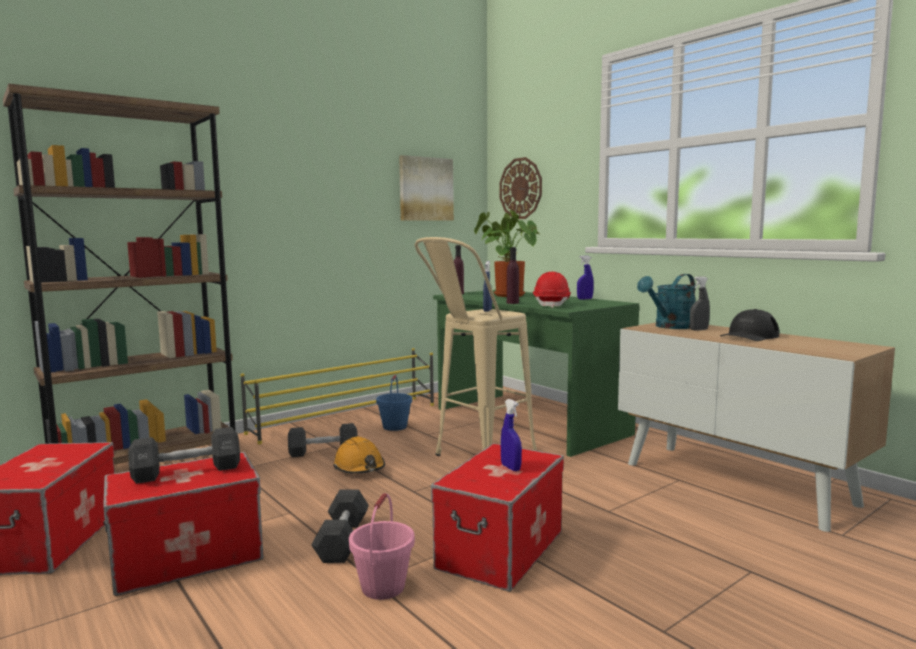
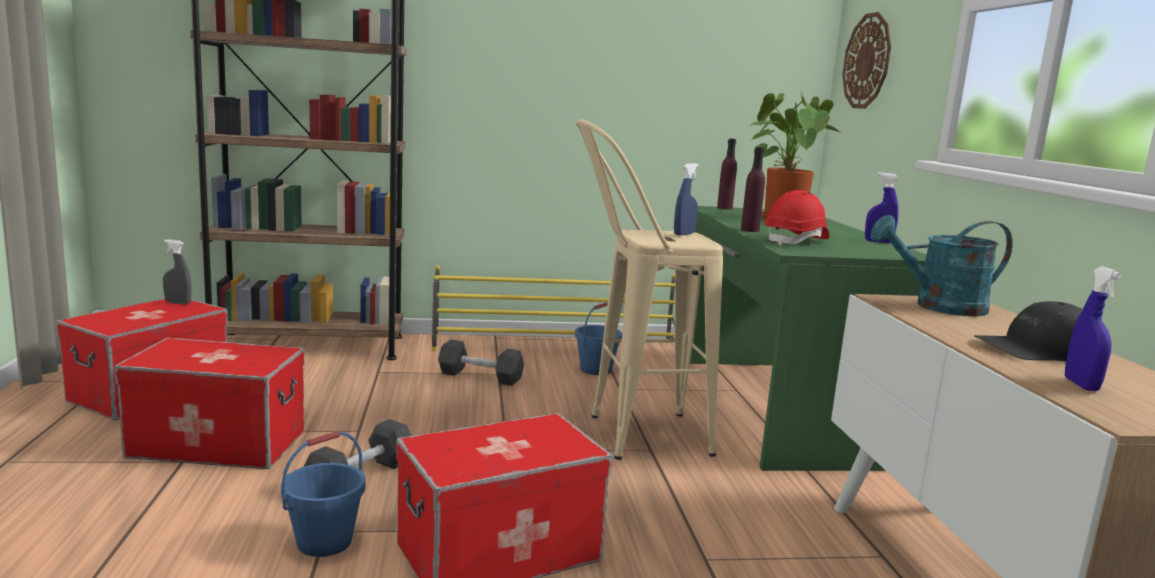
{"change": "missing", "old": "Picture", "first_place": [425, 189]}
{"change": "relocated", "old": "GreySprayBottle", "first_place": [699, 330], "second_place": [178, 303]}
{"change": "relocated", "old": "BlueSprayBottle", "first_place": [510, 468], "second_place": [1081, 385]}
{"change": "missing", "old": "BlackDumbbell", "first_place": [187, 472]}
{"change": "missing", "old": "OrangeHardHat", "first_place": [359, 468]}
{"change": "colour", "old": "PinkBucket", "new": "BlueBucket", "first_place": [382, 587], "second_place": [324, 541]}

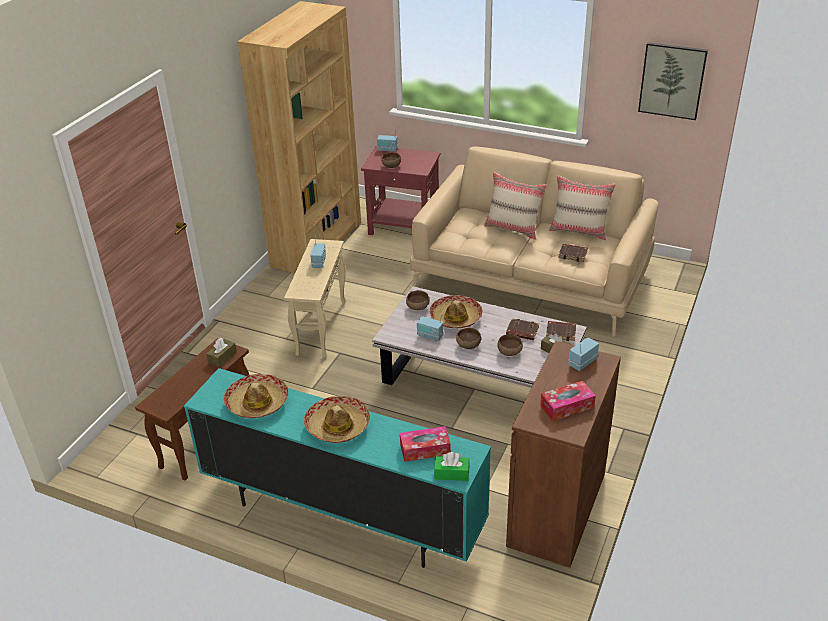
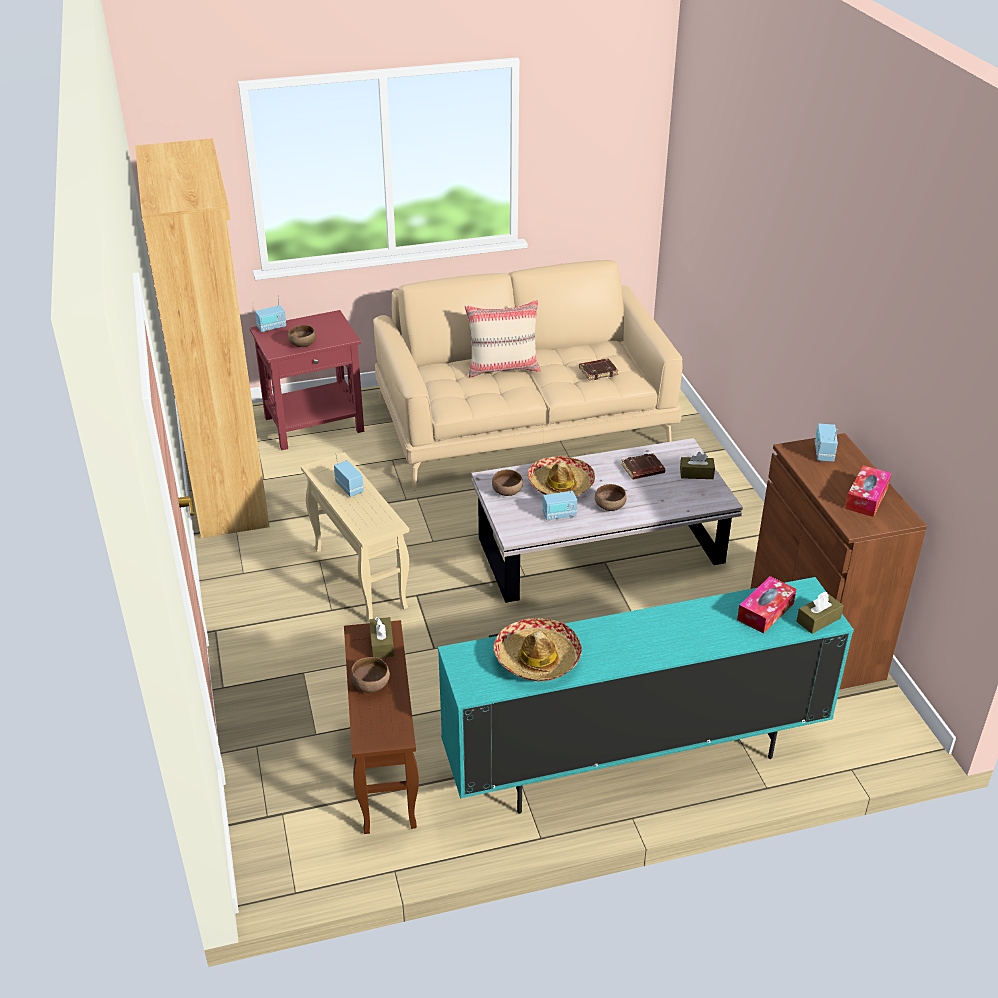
{"change": "missing", "old": "Picture", "first_place": [672, 80]}
{"change": "missing", "old": "BeigePillow", "first_place": [579, 230]}
{"change": "missing", "old": "BrownBook", "first_place": [561, 333]}
{"change": "relocated", "old": "BrownBowl", "first_place": [510, 352], "second_place": [371, 684]}
{"change": "missing", "old": "Hat", "first_place": [337, 426]}
{"change": "colour", "old": "GreenTissueBox", "new": "BrownTissueBox", "first_place": [451, 473], "second_place": [818, 620]}

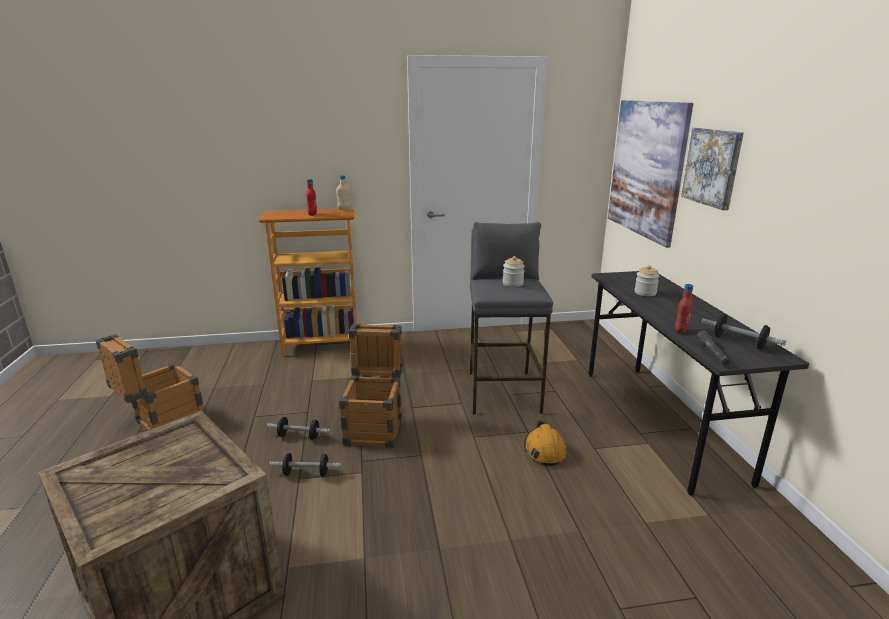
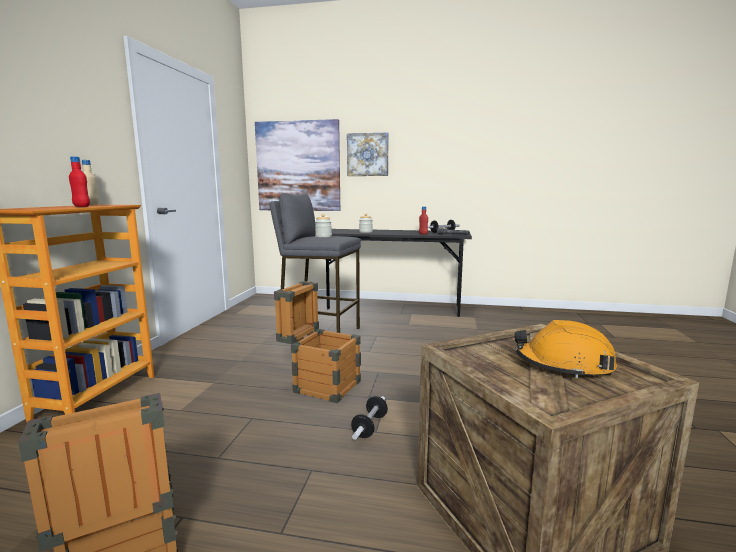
{"change": "missing", "old": "Dumbbell", "first_place": [299, 436]}
{"change": "relocated", "old": "OrangeHardHat", "first_place": [544, 450], "second_place": [563, 365]}

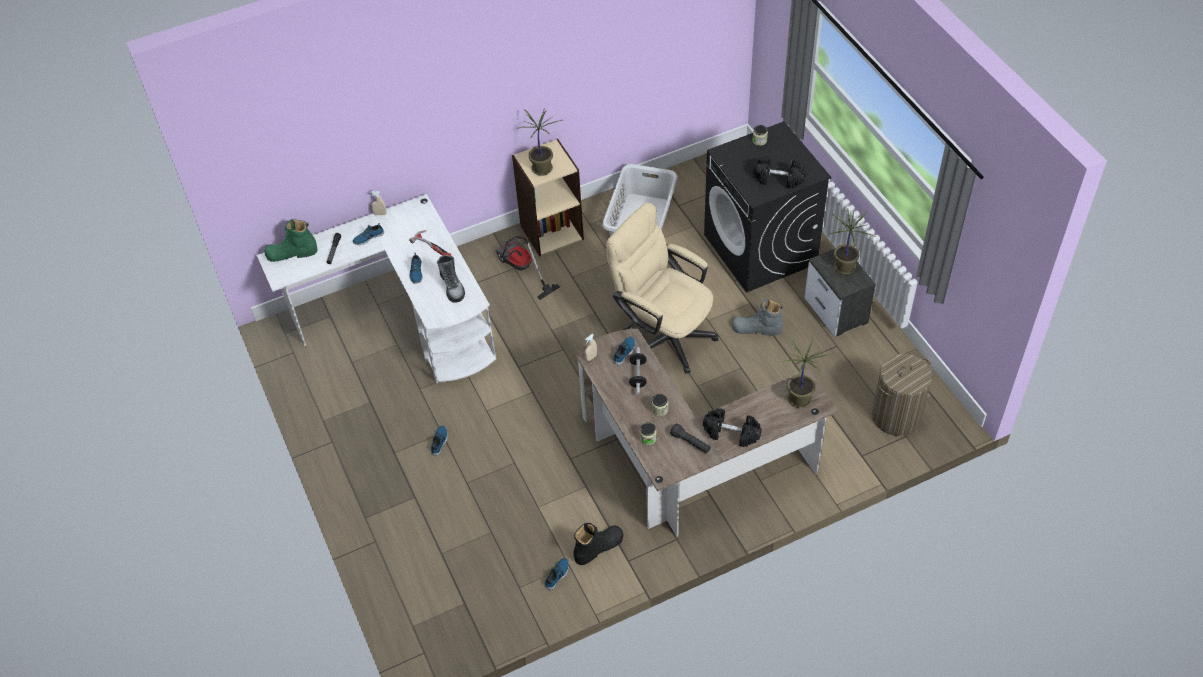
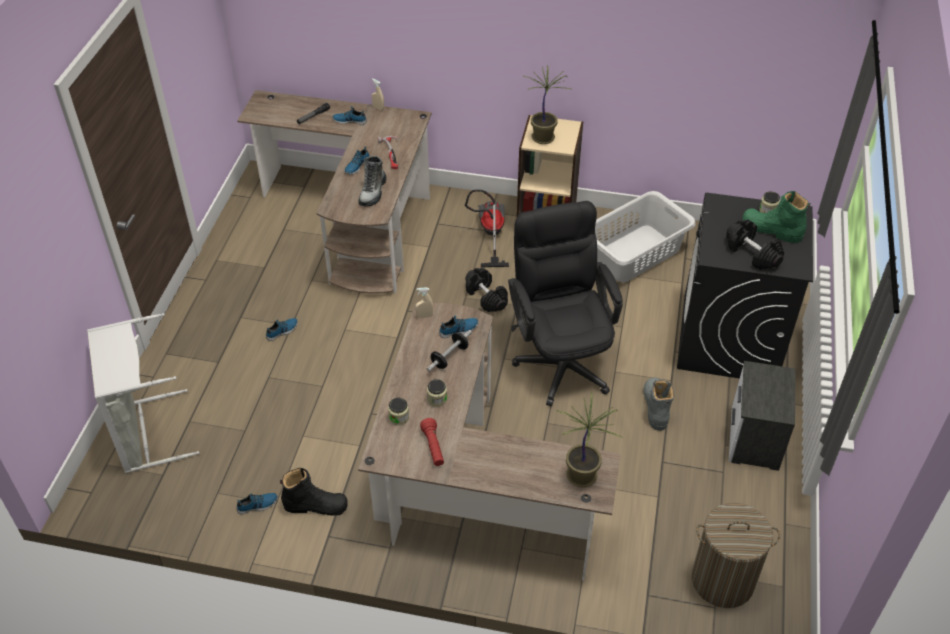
{"change": "colour", "old": "WhiteDesk", "new": "BrownDesk", "first_place": [404, 317], "second_place": [357, 219]}
{"change": "colour", "old": "BeigeOfficeChair", "new": "BlackOfficeChair", "first_place": [663, 334], "second_place": [560, 358]}
{"change": "missing", "old": "PottedPlant", "first_place": [845, 268]}
{"change": "relocated", "old": "GreenBoot", "first_place": [291, 253], "second_place": [771, 230]}
{"change": "spun", "old": "GreyBoot", "first_place": [756, 328], "second_place": [655, 407], "degrees": 45}
{"change": "relocated", "old": "BlackDumbbell", "first_place": [731, 433], "second_place": [486, 297]}
{"change": "colour", "old": "BlackFlashlight", "new": "RedFlashlight", "first_place": [690, 443], "second_place": [433, 447]}
{"change": "appeared", "new": "GreyLaundryBasket", "second_place": [145, 434]}

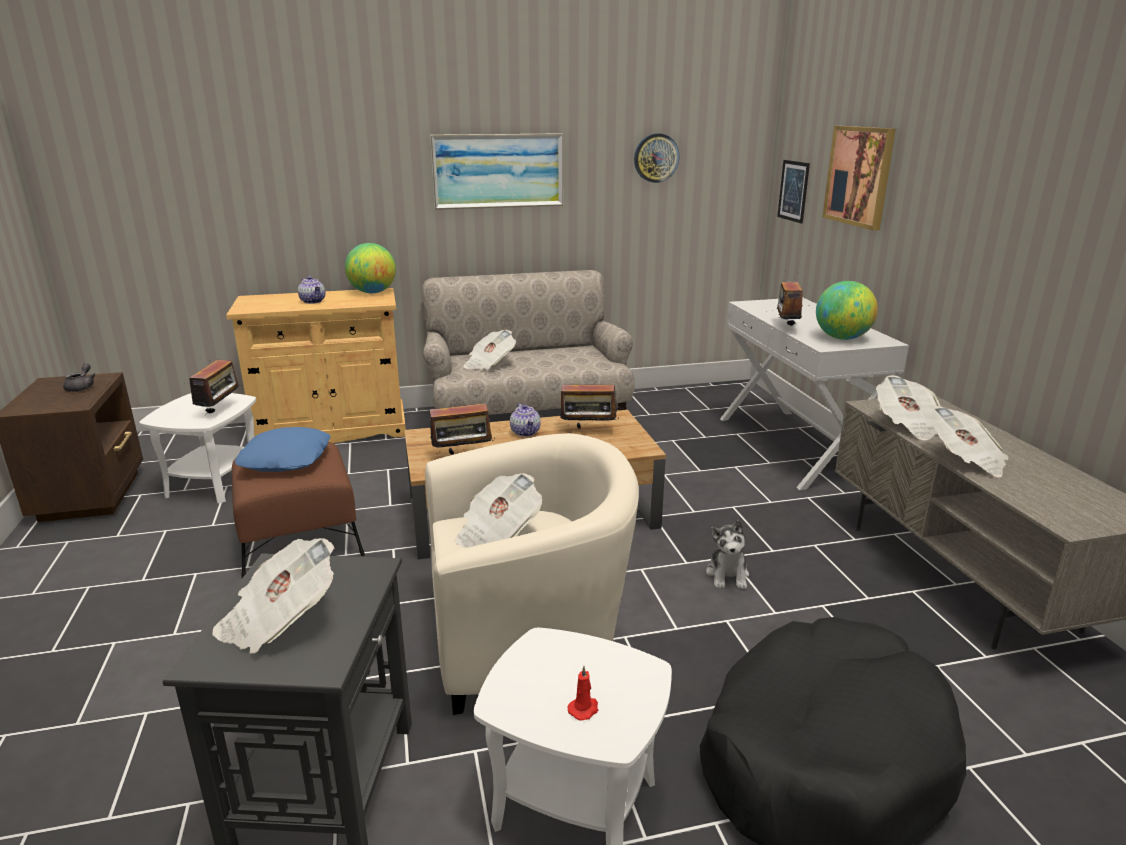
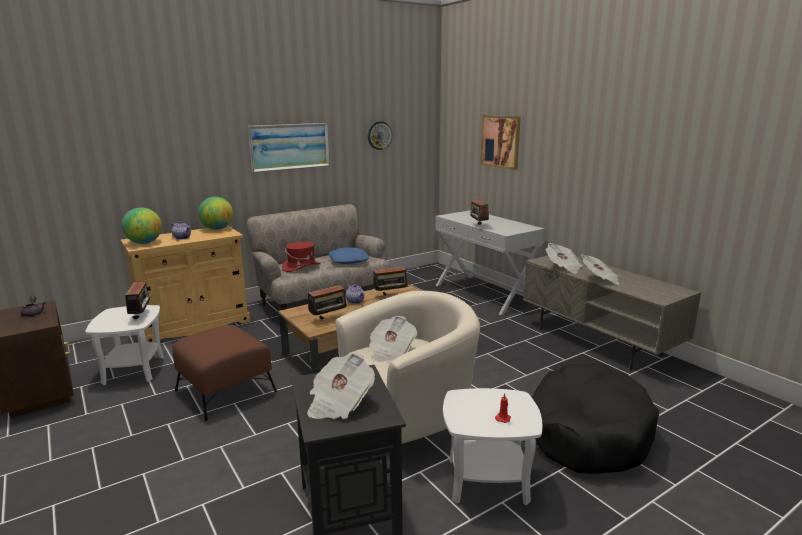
{"change": "missing", "old": "Picture", "first_place": [793, 191]}
{"change": "relocated", "old": "Globe", "first_place": [842, 338], "second_place": [144, 243]}
{"change": "exchanged", "old": "Newspaper", "new": "RedHat", "first_place": [489, 364], "second_place": [301, 267]}
{"change": "relocated", "old": "BluePillow", "first_place": [286, 459], "second_place": [349, 260]}
{"change": "missing", "old": "PlushToy", "first_place": [727, 575]}

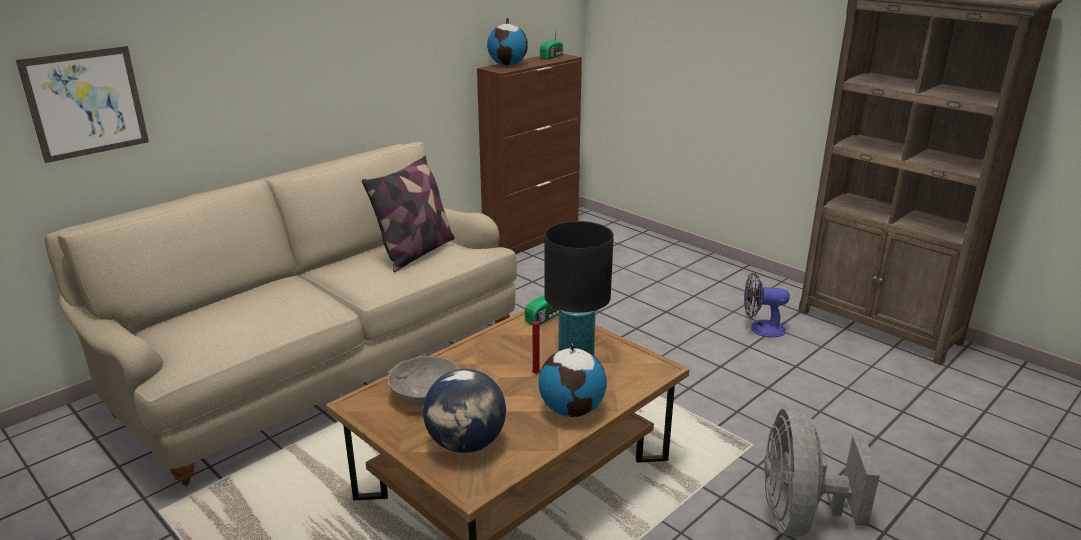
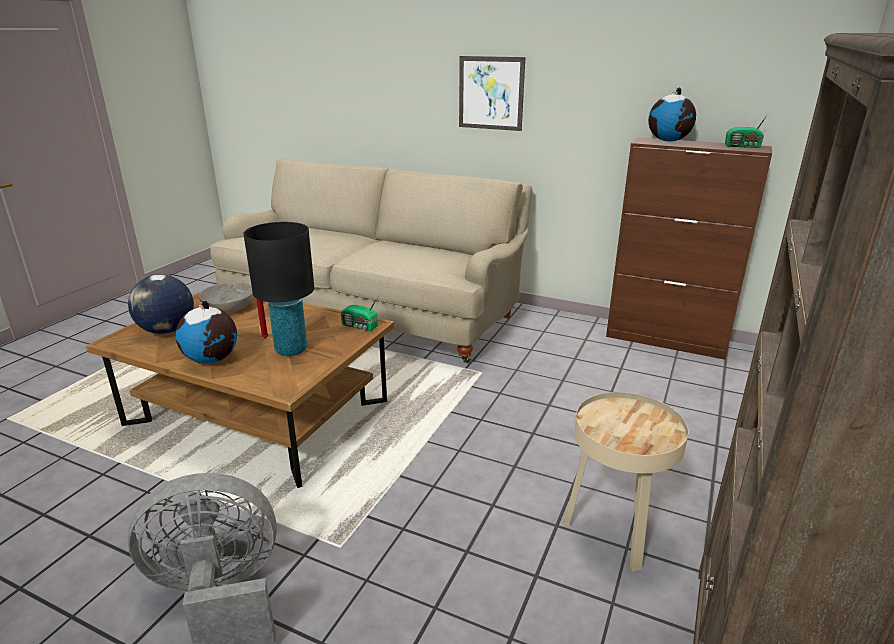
{"change": "relocated", "old": "Picture", "first_place": [86, 103], "second_place": [491, 93]}
{"change": "missing", "old": "Pillow", "first_place": [415, 252]}
{"change": "exchanged", "old": "Fan", "new": "BeigeSideTable", "first_place": [761, 328], "second_place": [613, 532]}

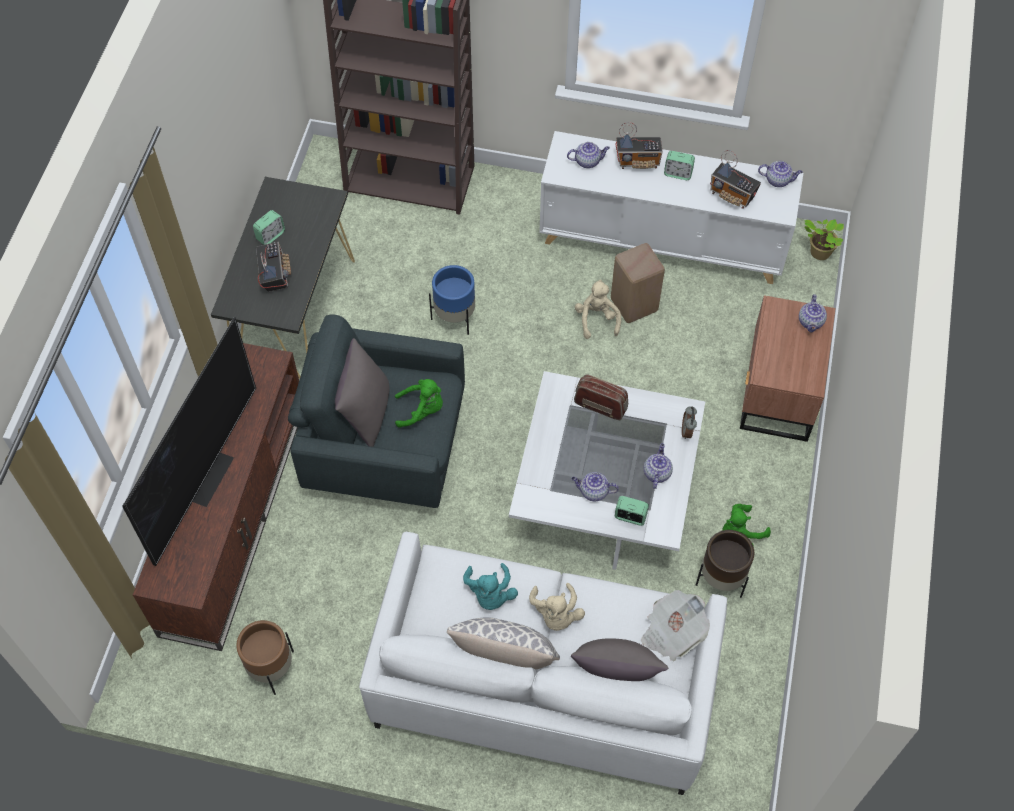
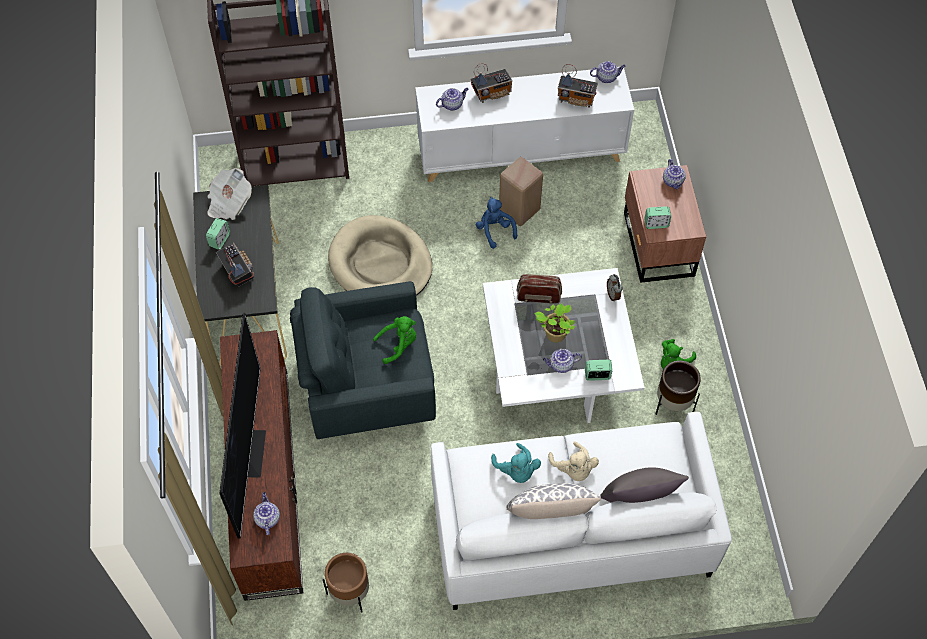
{"change": "relocated", "old": "AlarmClock", "first_place": [678, 173], "second_place": [656, 224]}
{"change": "relocated", "old": "PottedPlant", "first_place": [818, 252], "second_place": [554, 335]}
{"change": "exchanged", "old": "BluePlanter", "new": "BeigeDogBed", "first_place": [455, 318], "second_place": [380, 264]}
{"change": "colour", "old": "BeigePlushToy", "new": "BluePlushToy", "first_place": [597, 319], "second_place": [495, 230]}
{"change": "missing", "old": "GreyPillow", "first_place": [366, 414]}
{"change": "relocated", "old": "Teapot", "first_place": [656, 472], "second_place": [267, 518]}
{"change": "relocated", "old": "Newspaper", "first_place": [672, 632], "second_place": [229, 202]}

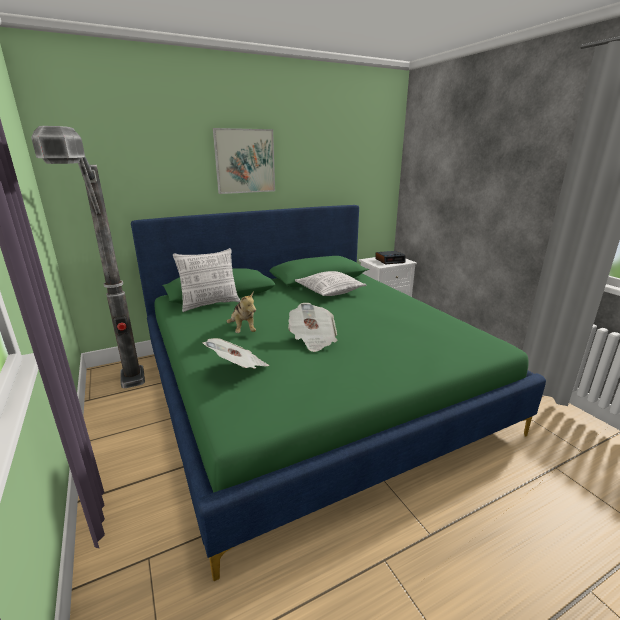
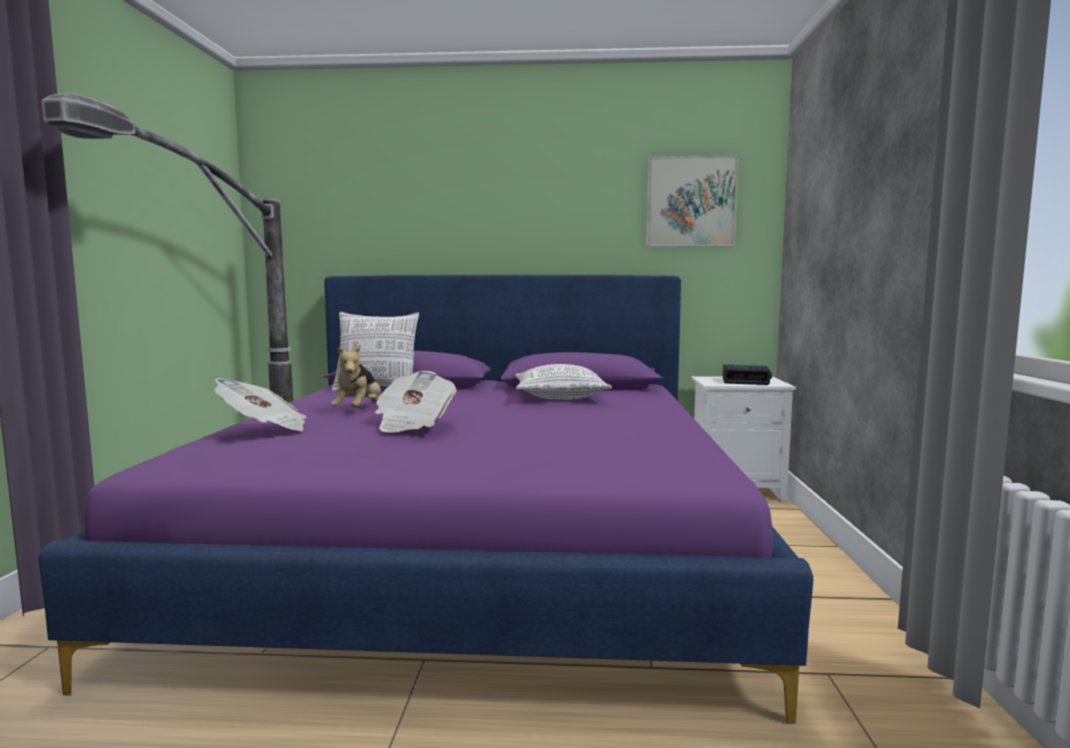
{"change": "relocated", "old": "Picture", "first_place": [245, 161], "second_place": [691, 202]}
{"change": "colour", "old": "GreenBed", "new": "PurpleBed", "first_place": [311, 389], "second_place": [476, 549]}

